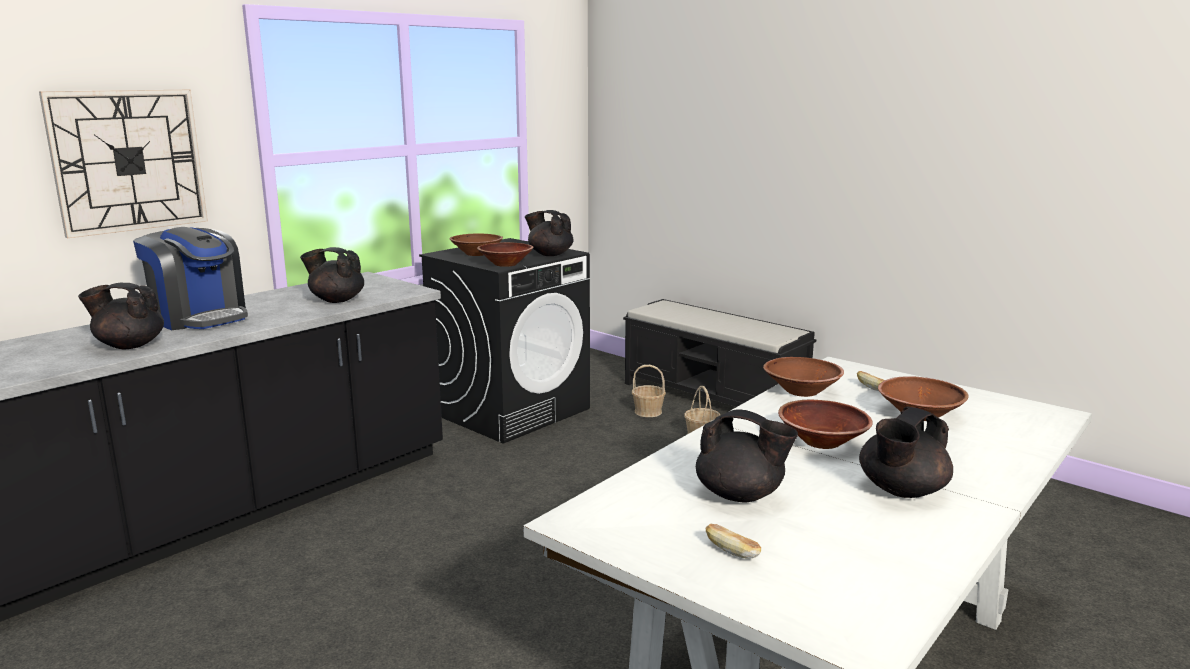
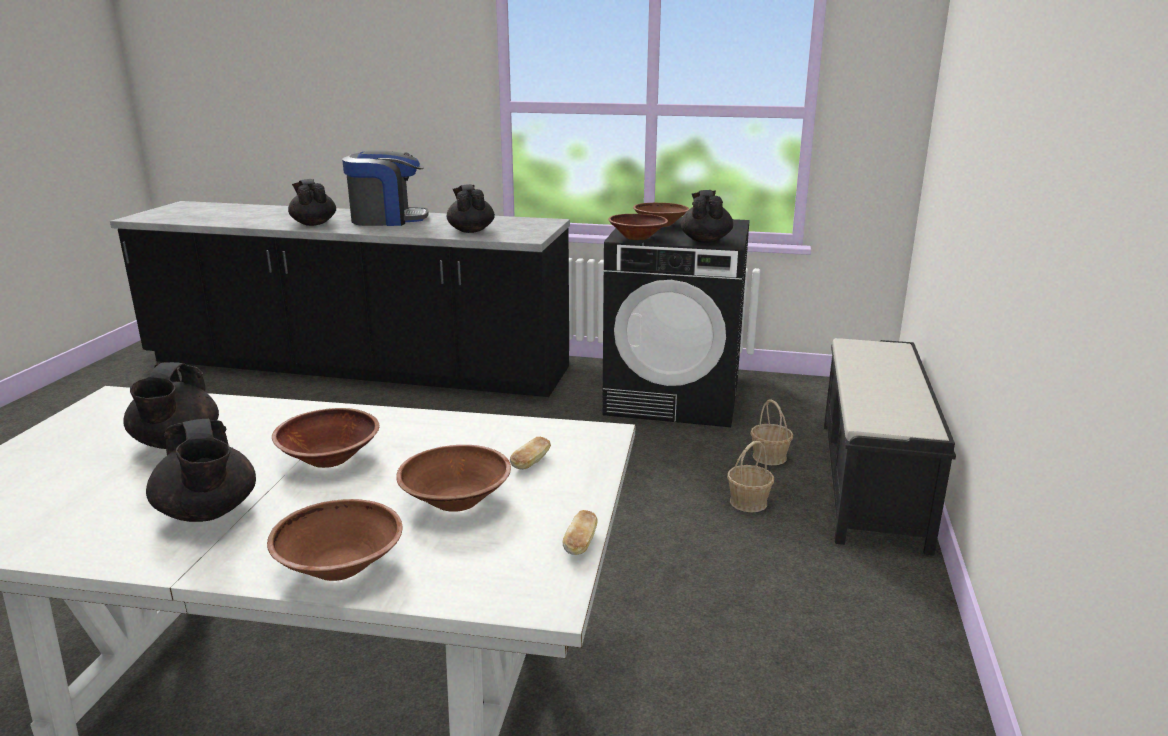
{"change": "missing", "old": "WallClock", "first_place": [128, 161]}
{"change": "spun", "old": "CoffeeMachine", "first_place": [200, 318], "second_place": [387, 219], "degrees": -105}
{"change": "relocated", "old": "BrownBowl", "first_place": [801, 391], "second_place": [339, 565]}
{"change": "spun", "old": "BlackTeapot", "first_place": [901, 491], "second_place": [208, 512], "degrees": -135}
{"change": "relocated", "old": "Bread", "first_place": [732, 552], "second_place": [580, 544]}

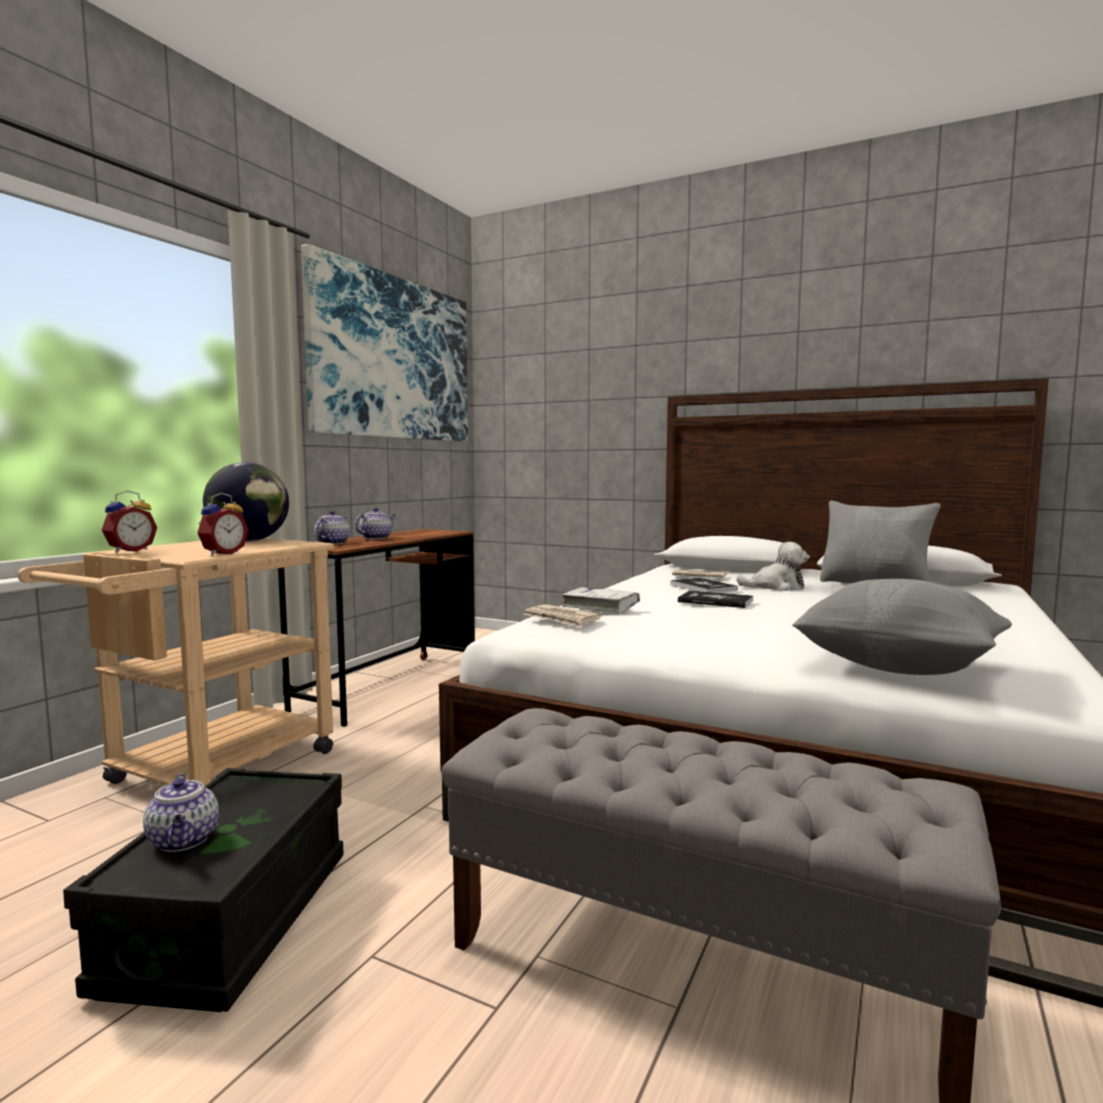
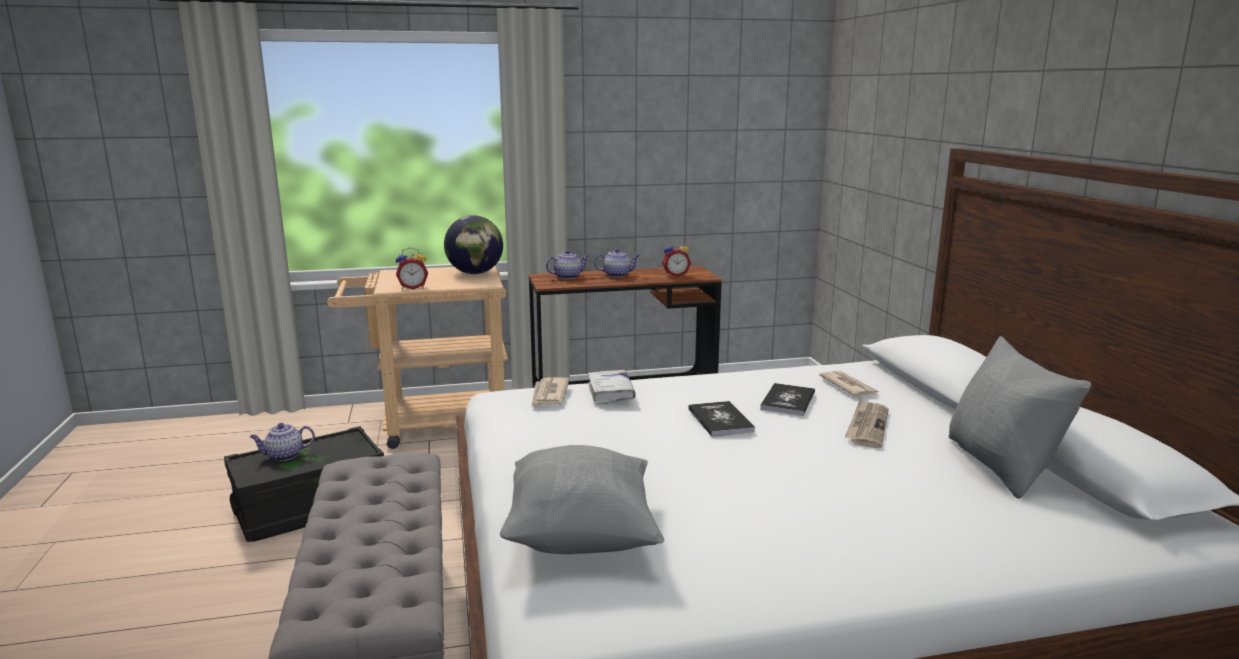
{"change": "missing", "old": "Picture", "first_place": [394, 359]}
{"change": "relocated", "old": "AlarmClock", "first_place": [129, 550], "second_place": [675, 275]}
{"change": "exchanged", "old": "PlushToy", "new": "Newspaper", "first_place": [776, 587], "second_place": [867, 426]}
{"change": "spun", "old": "Teapot", "first_place": [184, 841], "second_place": [284, 456], "degrees": 45}

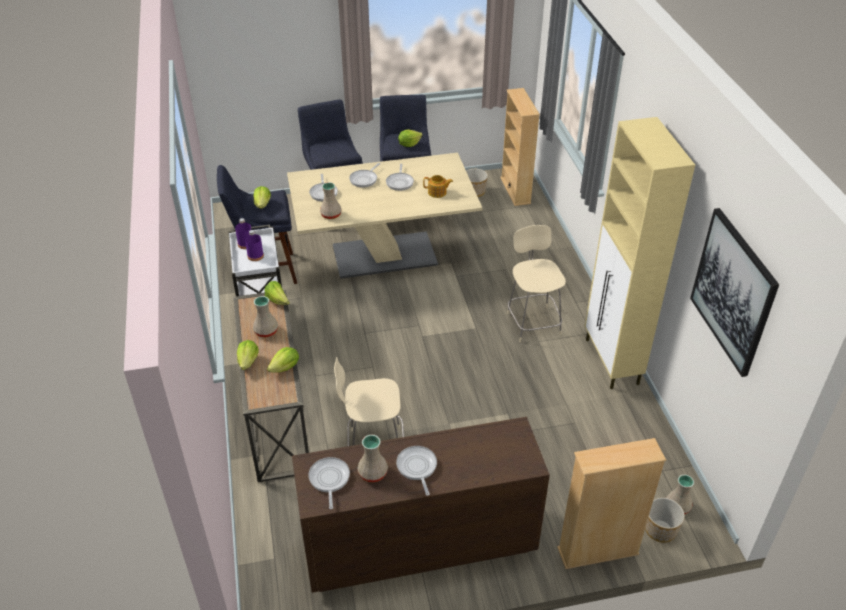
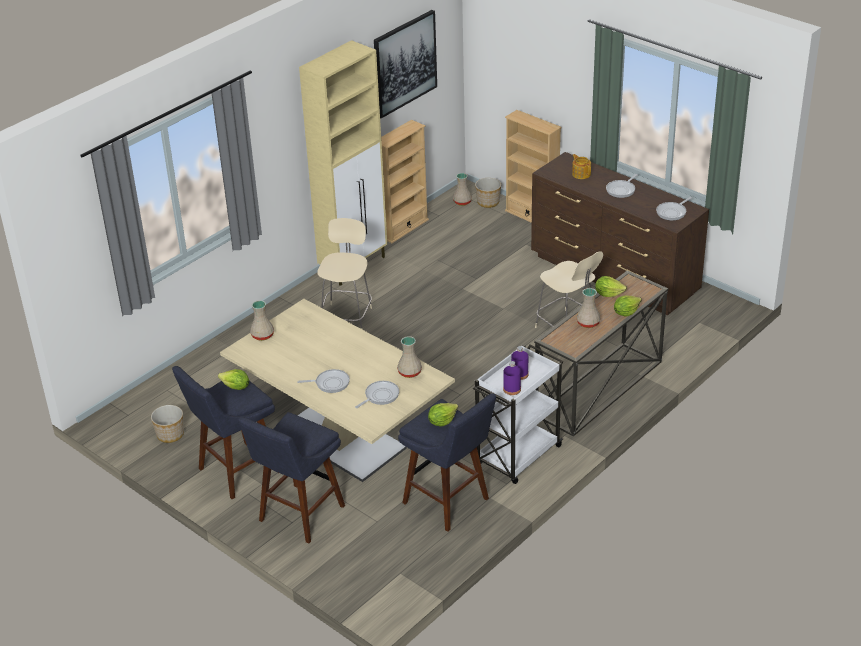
{"change": "relocated", "old": "BeigeBookcase", "first_place": [515, 190], "second_place": [403, 228]}
{"change": "missing", "old": "FryingPan", "first_place": [400, 182]}
{"change": "relocated", "old": "Teapot", "first_place": [437, 192], "second_place": [581, 174]}
{"change": "spun", "old": "BeigeChair", "first_place": [533, 322], "second_place": [347, 317], "degrees": 150}
{"change": "missing", "old": "Lettuce", "first_place": [278, 301]}
{"change": "relocated", "old": "BeigeVase", "first_place": [372, 473], "second_place": [263, 336]}

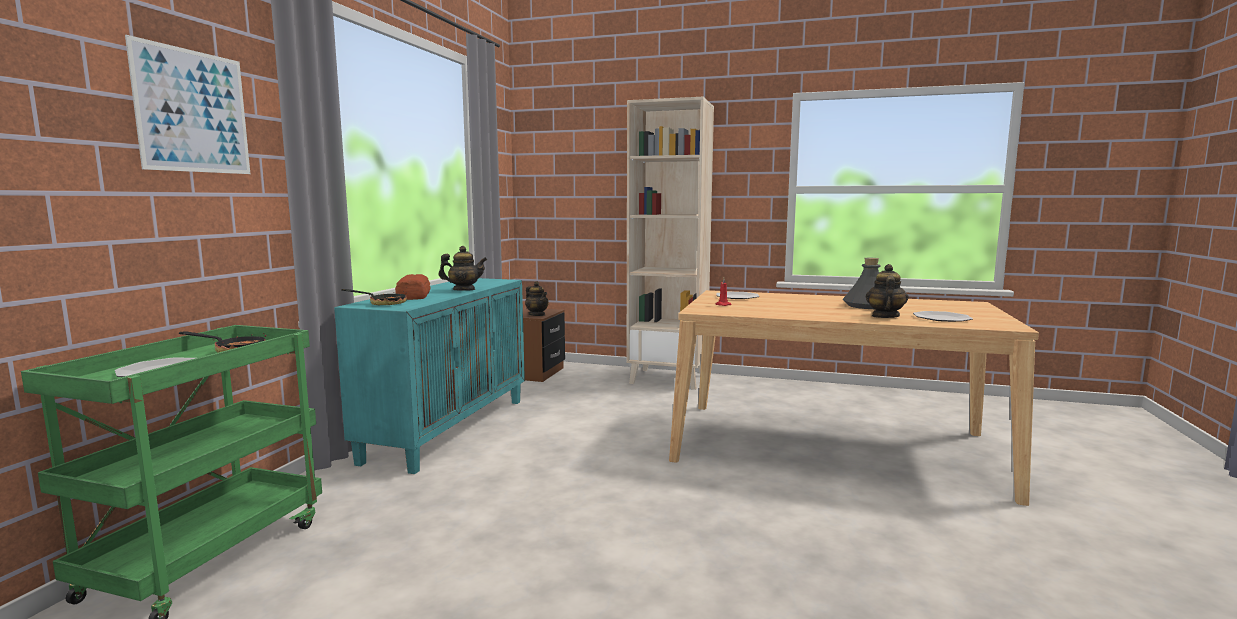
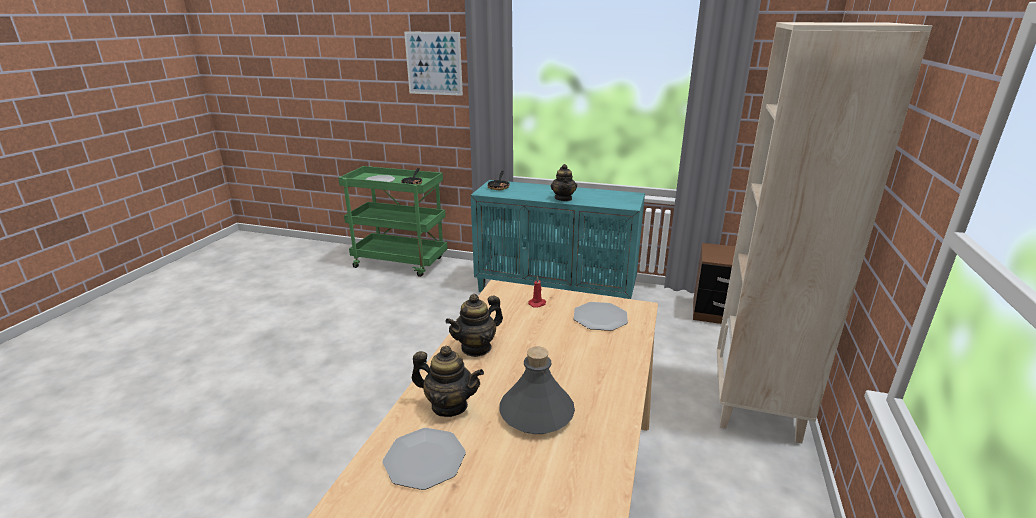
{"change": "missing", "old": "Bread", "first_place": [413, 296]}
{"change": "relocated", "old": "Teapot", "first_place": [537, 315], "second_place": [476, 347]}

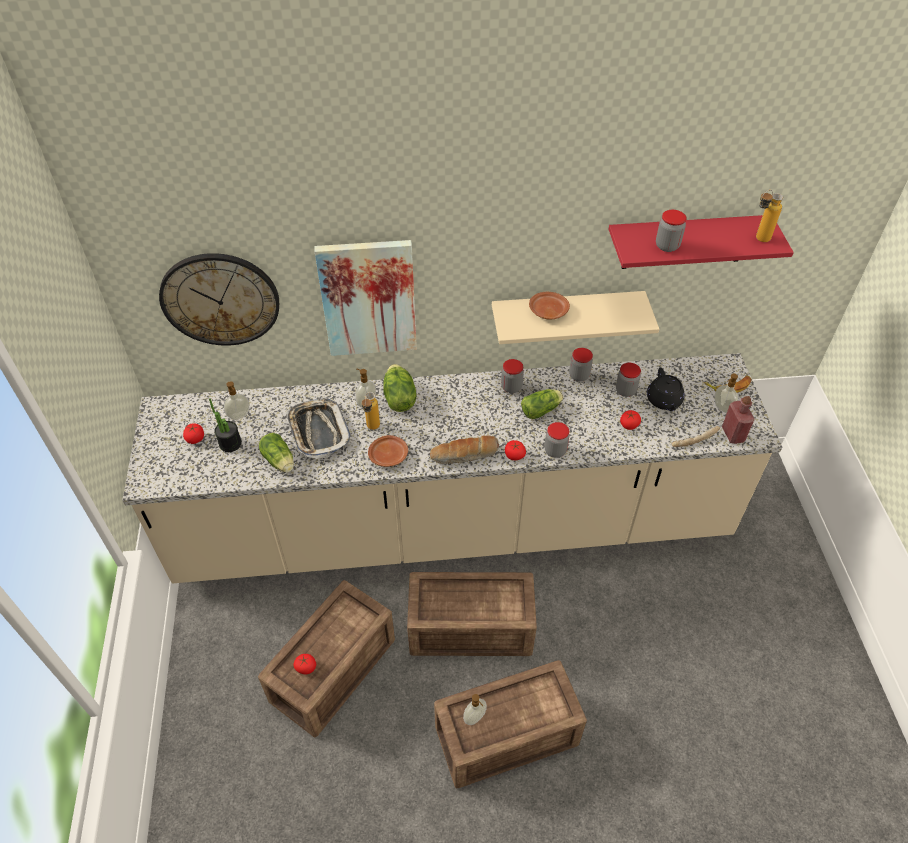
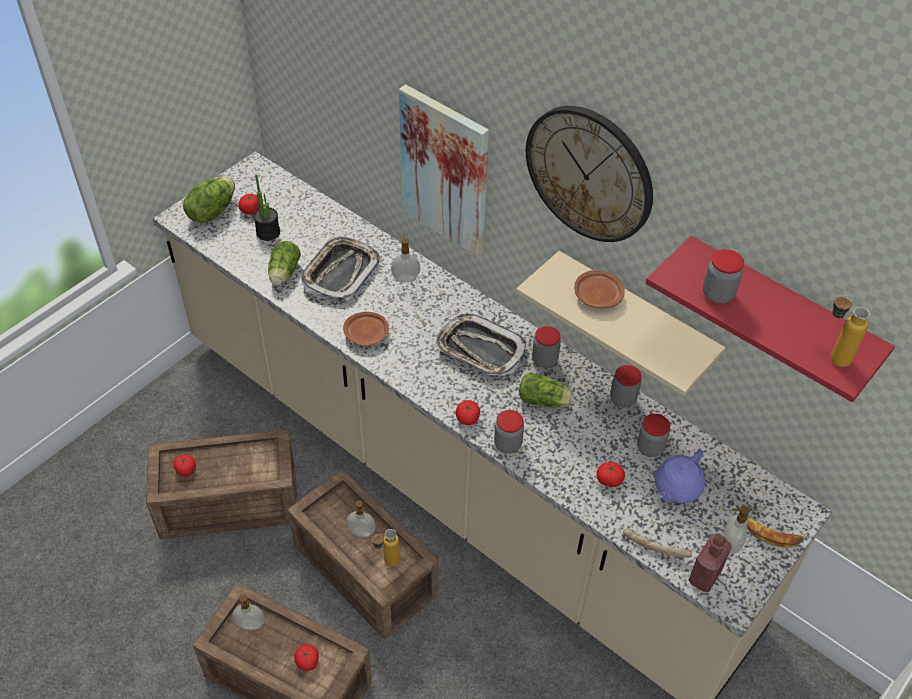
{"change": "relocated", "old": "WallClock", "first_place": [220, 299], "second_place": [589, 173]}
{"change": "relocated", "old": "Lettuce", "first_place": [399, 398], "second_place": [211, 212]}
{"change": "colour", "old": "BlackTeapot", "new": "PurpleTeapot", "first_place": [664, 401], "second_place": [676, 488]}
{"change": "relocated", "old": "SoapDispenser", "first_place": [239, 416], "second_place": [361, 533]}
{"change": "relocated", "old": "Bottle", "first_place": [372, 429], "second_place": [386, 563]}
{"change": "missing", "old": "Bread", "first_place": [465, 455]}
{"change": "appeared", "new": "Tray", "second_place": [480, 350]}
{"change": "appeared", "new": "Tomato", "second_place": [307, 661]}

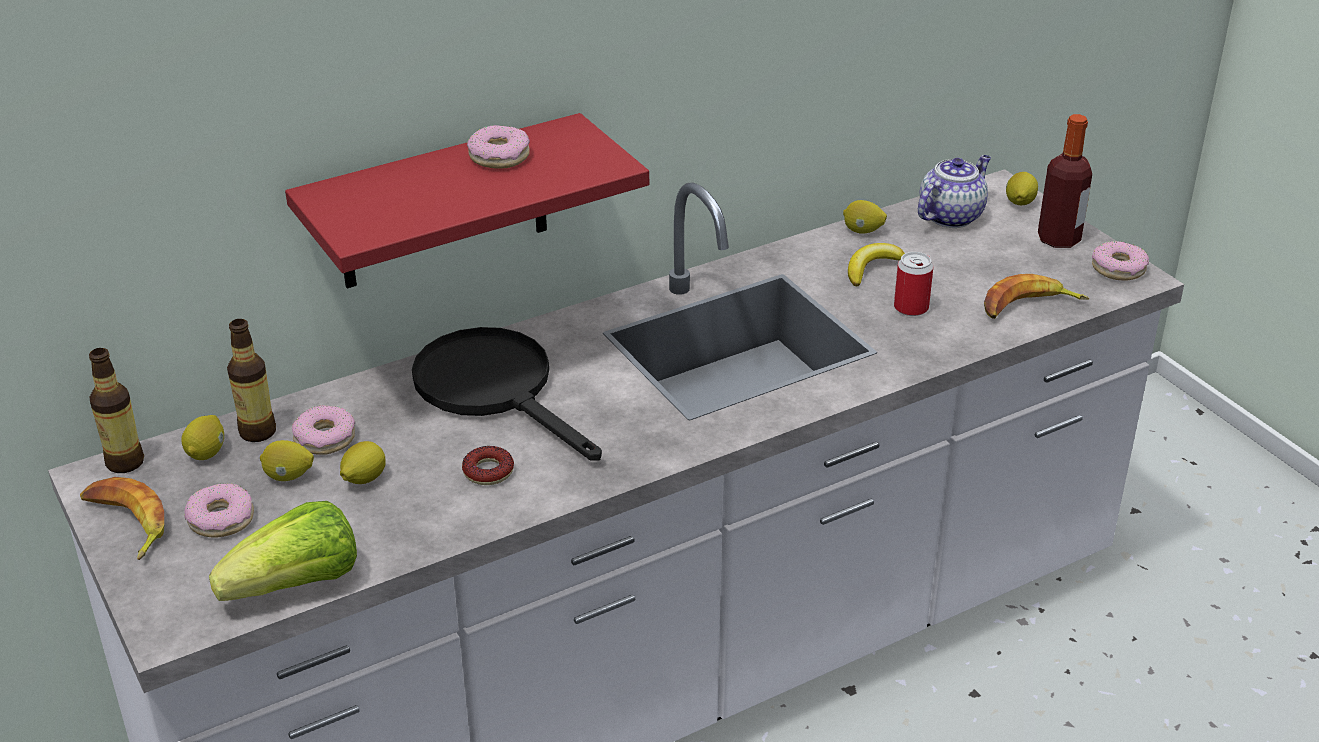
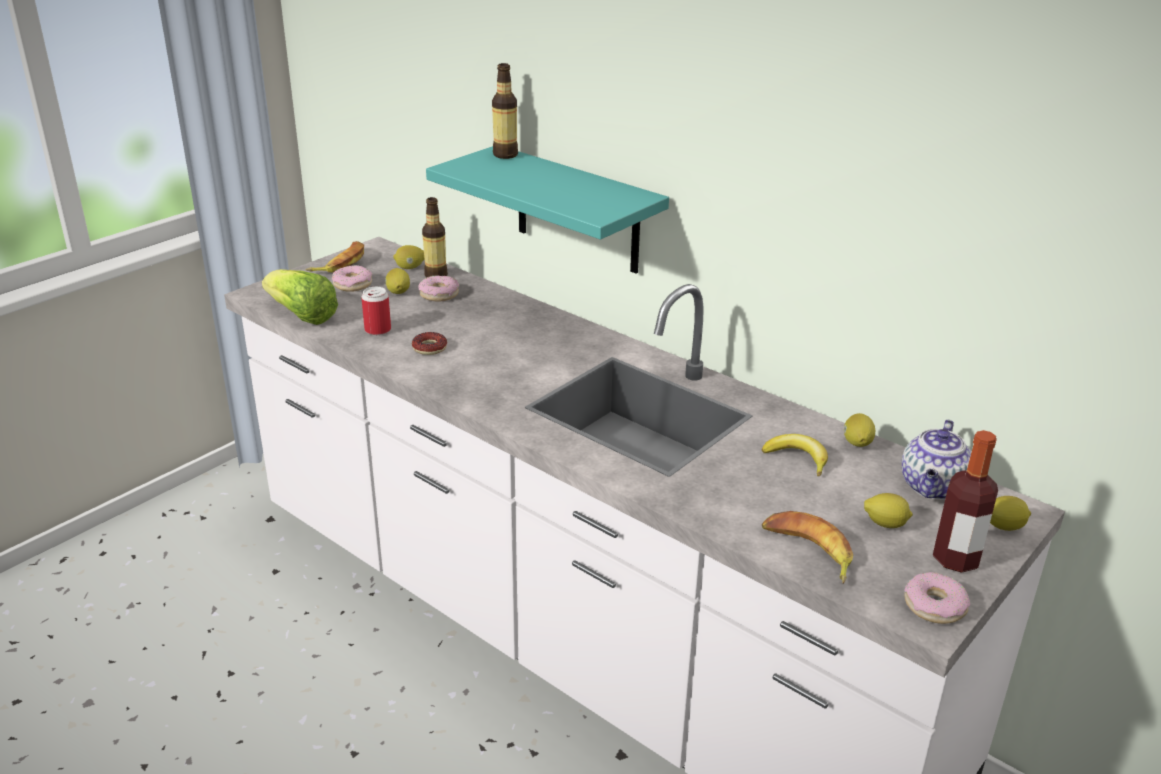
{"change": "colour", "old": "RedShelf", "new": "TurquoiseShelf", "first_place": [443, 204], "second_place": [577, 210]}
{"change": "missing", "old": "Donut", "first_place": [499, 156]}
{"change": "spun", "old": "Teapot", "first_place": [951, 216], "second_place": [933, 488], "degrees": 90}
{"change": "relocated", "old": "Can", "first_place": [911, 308], "second_place": [378, 330]}
{"change": "missing", "old": "BlackFryingPan", "first_place": [496, 390]}
{"change": "relocated", "old": "Bottle", "first_place": [125, 462], "second_place": [505, 155]}
{"change": "relocated", "old": "Lemon", "first_place": [364, 479], "second_place": [885, 524]}

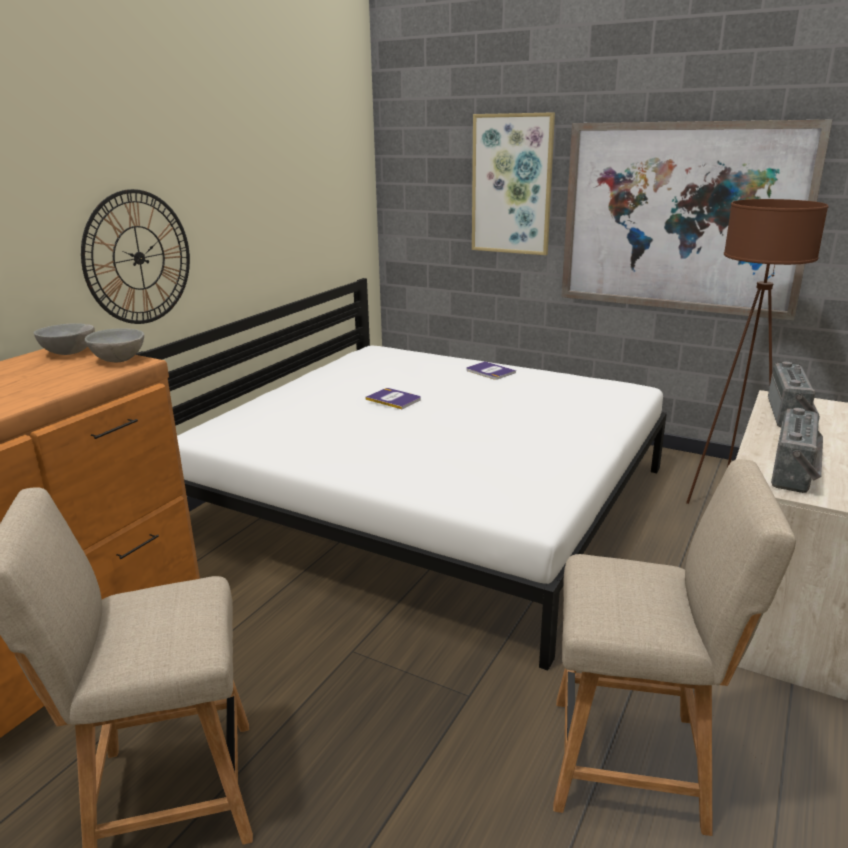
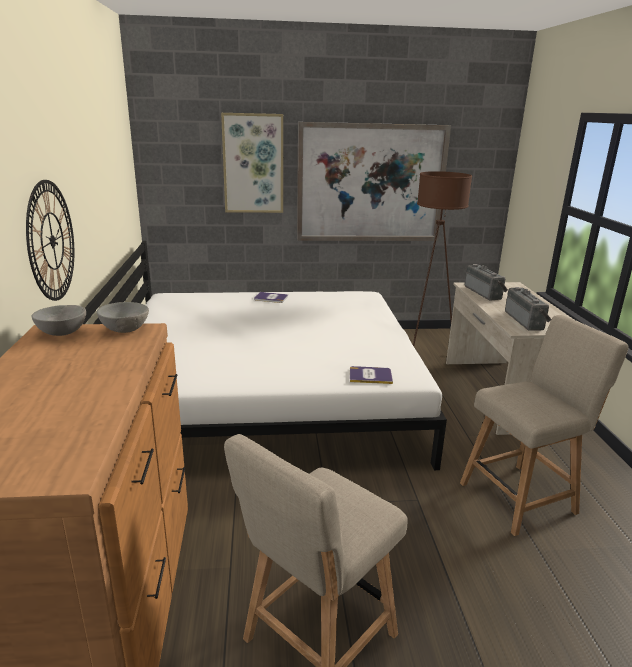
{"change": "relocated", "old": "Book", "first_place": [394, 399], "second_place": [370, 376]}

